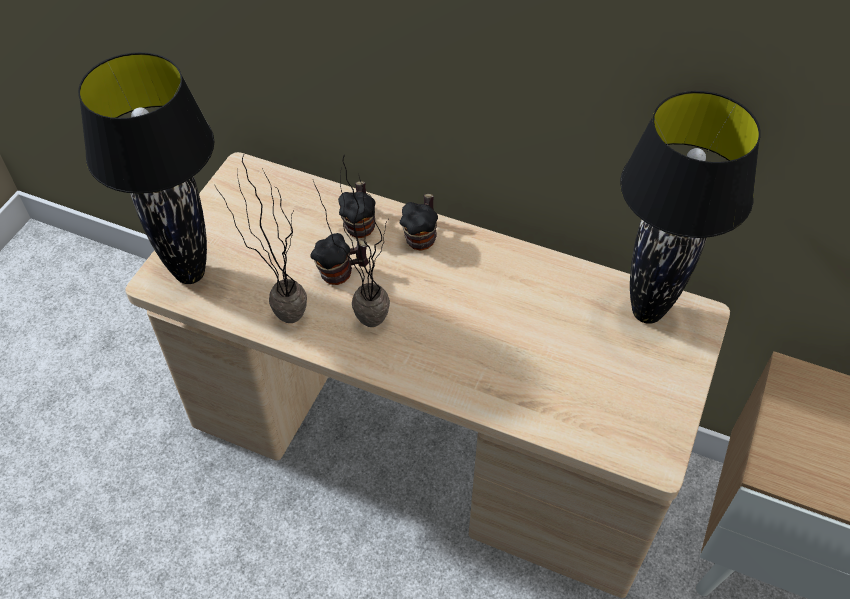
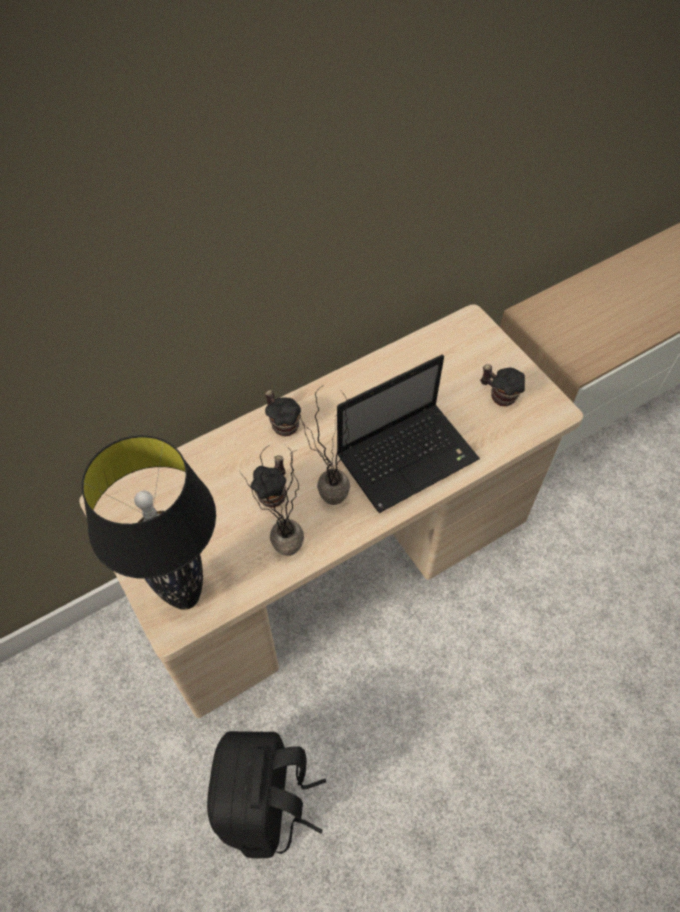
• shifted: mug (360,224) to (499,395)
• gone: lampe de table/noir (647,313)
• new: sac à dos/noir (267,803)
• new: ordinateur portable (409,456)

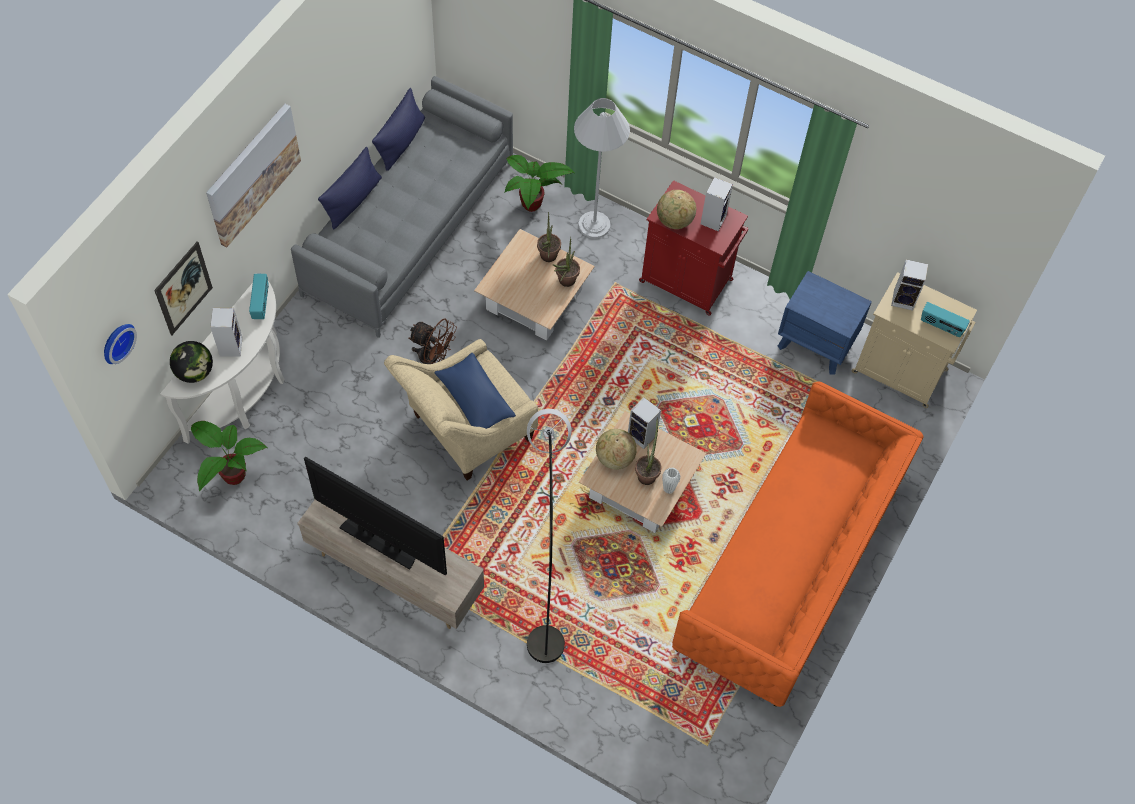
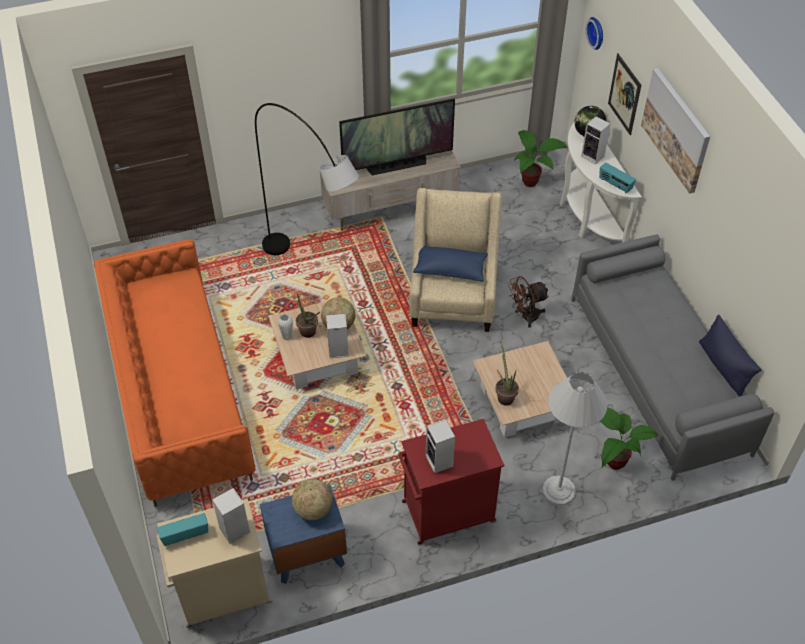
• gone: coussin/bleu (353,200)
• gone: plante en pot (547,258)
• shifted: globe (674,221) to (313,509)

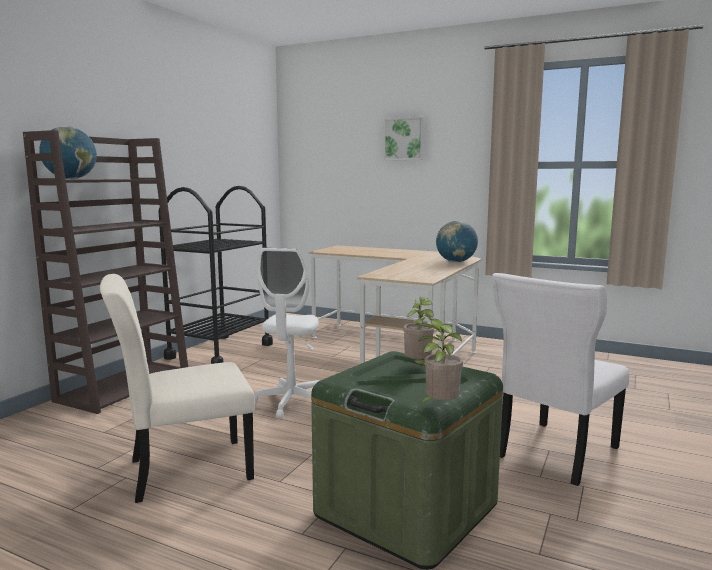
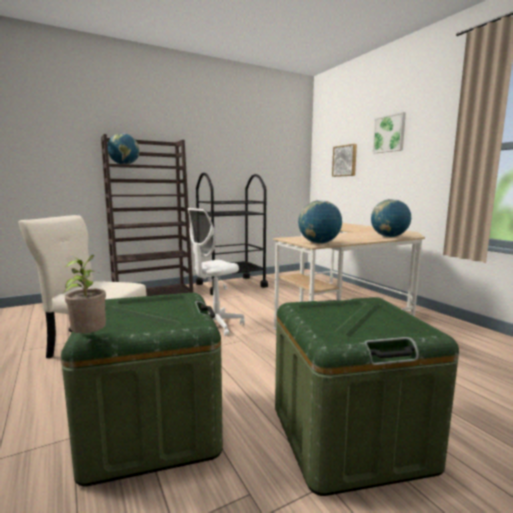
• gone: plante en pot (418,366)
• swapped: chaise/blanc (554,453) to boîte de rangement/vert (349,437)
• new: globe (319,243)
• new: tableau (345,161)

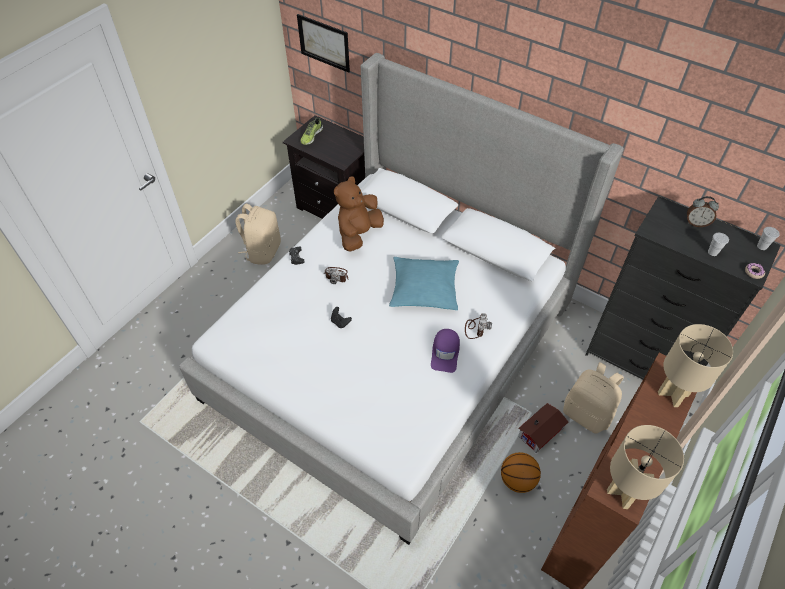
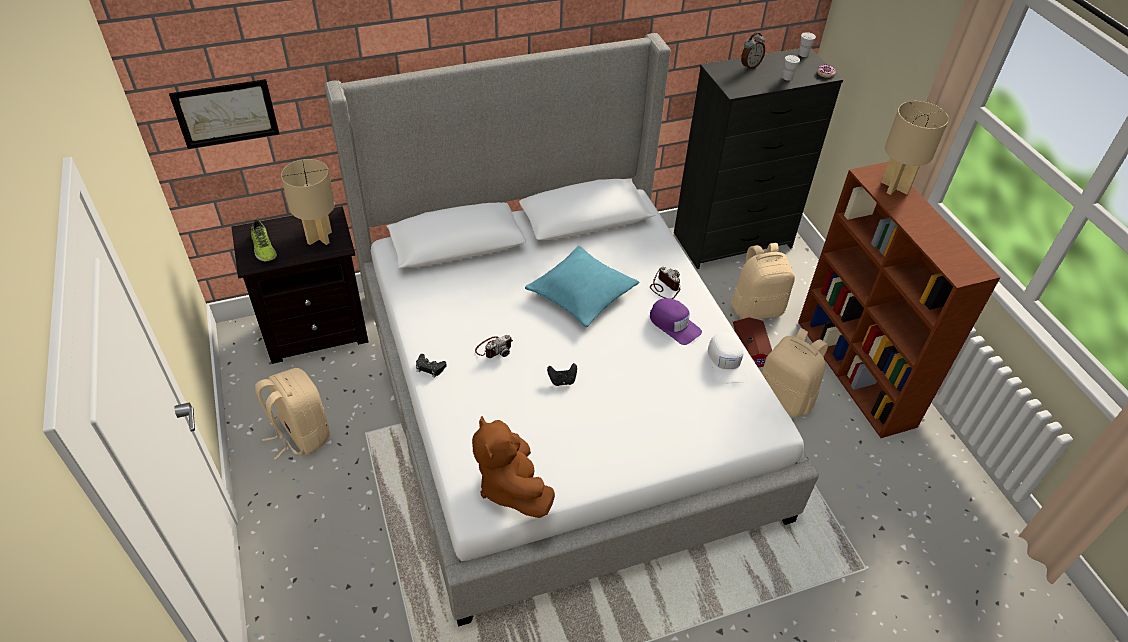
• shifted: peluche/marron (358,234) to (511,486)
• swapped: ballon de basket (517,480) to sac à dos/beige (785,397)
• shifted: lampe de table/beige (623,493) to (320,237)
• new: casquette/blanc (726,362)

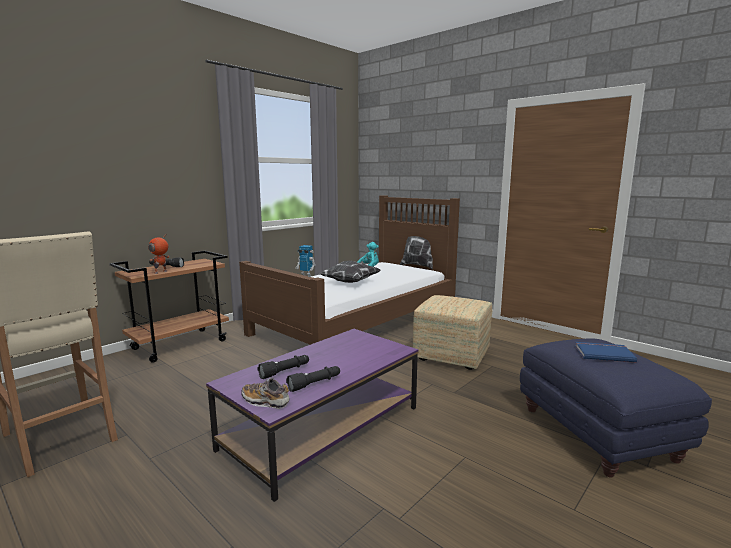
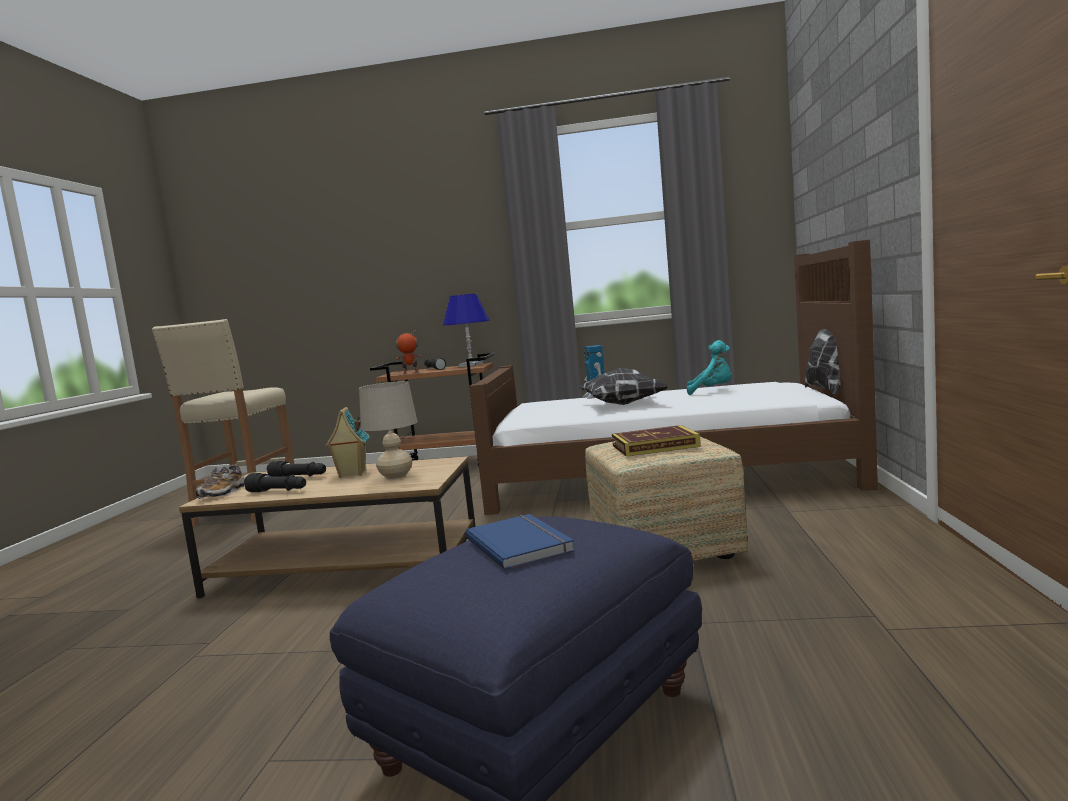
• repainted: table basse/violet (322,427) to table basse/marron (346,565)
• rotated: chaussure (265,401) = (222,493) 150 degrees counterclockwise
• new: maison miniature (351,474)
• new: lampe de table/beige (396,477)
• new: lampe de table/bleu (471,365)
• new: livre (655,446)

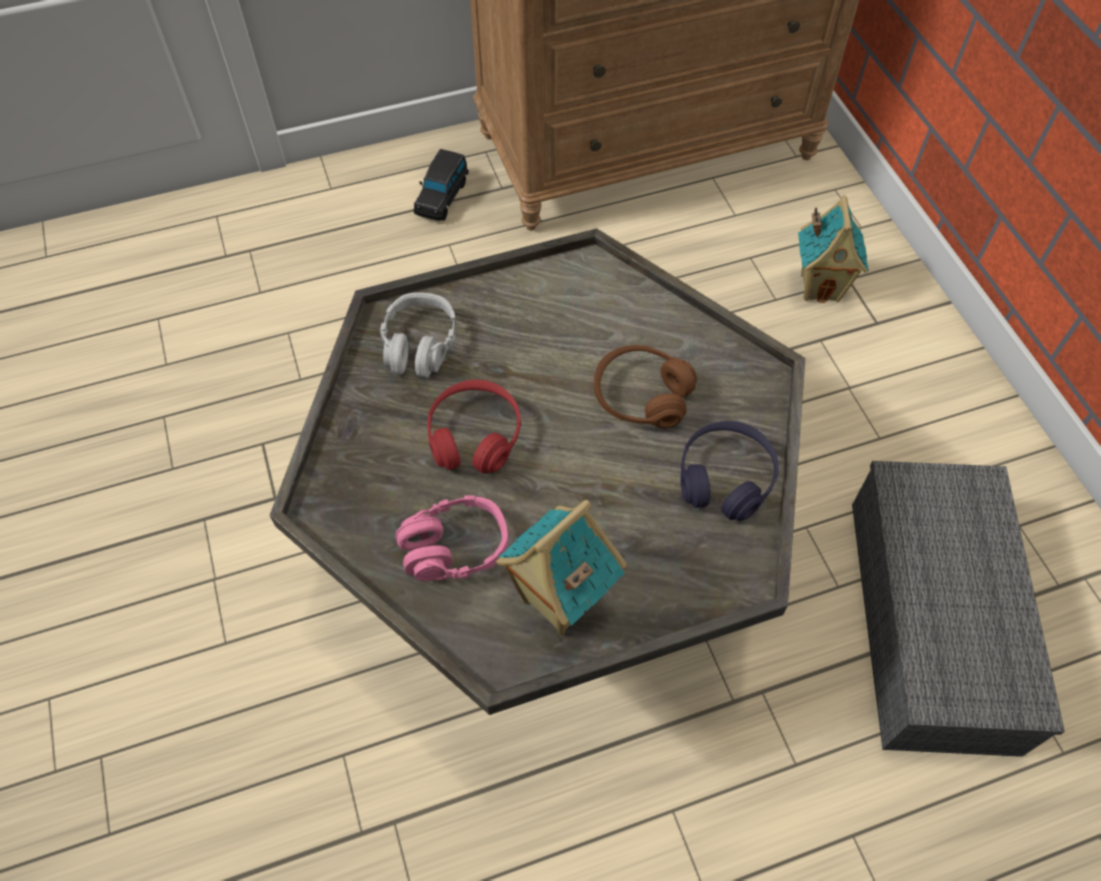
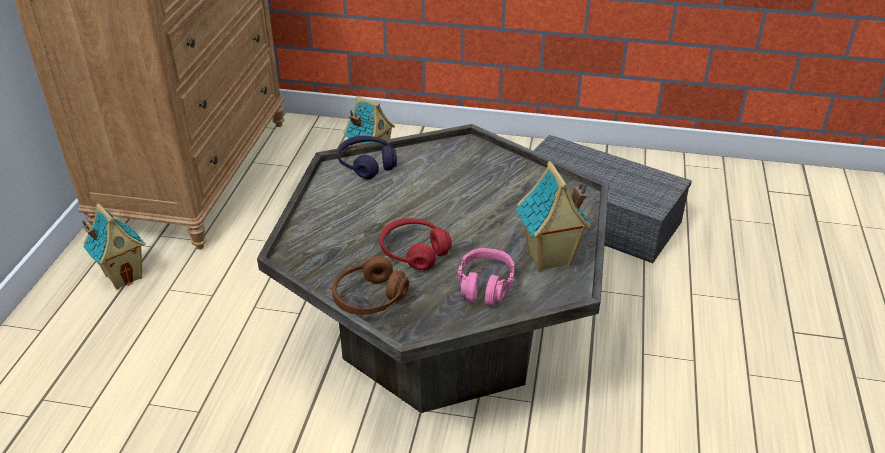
• gone: casque audio/gris (419,345)
• swapped: petite voiture/noir (442,197) to maison miniature (124,276)
• shifted: casque audio/marron (641,396) to (369,298)
• shifted: casque audio/violet (725,478) to (367,164)

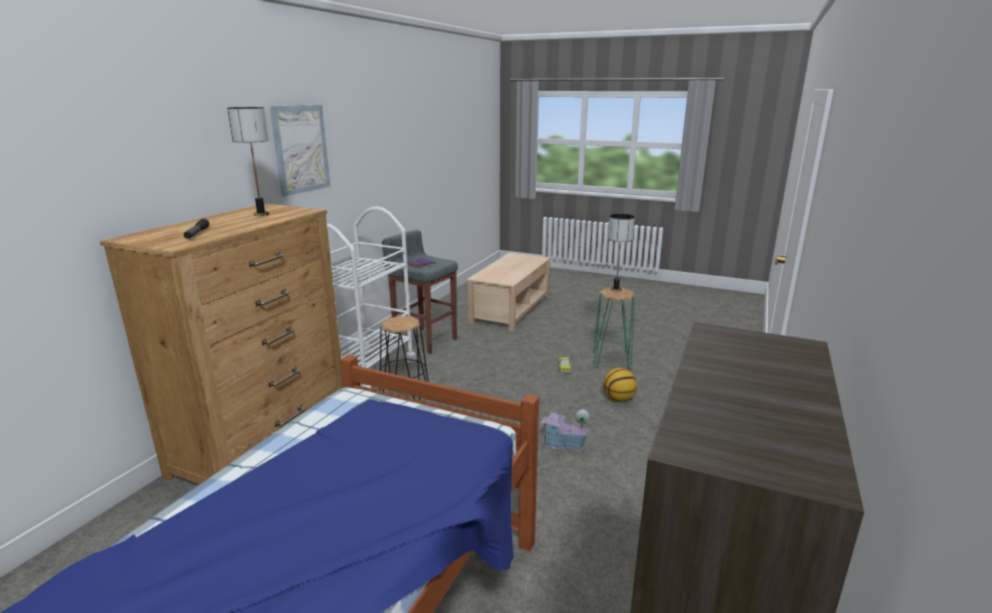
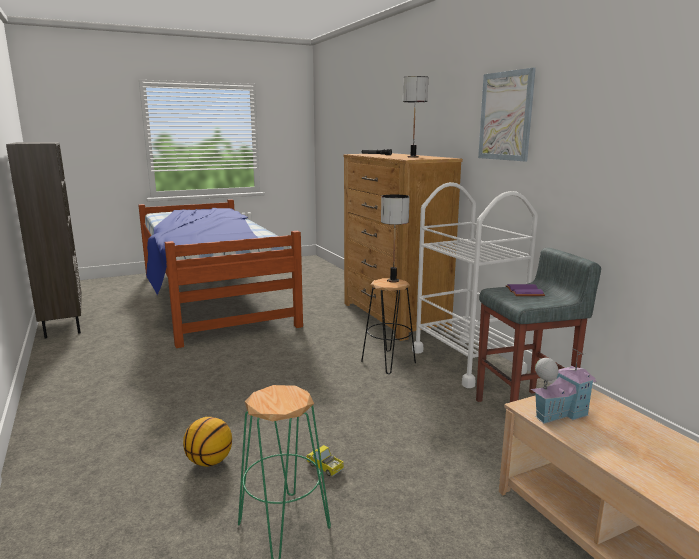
• shifted: maison miniature (563,444) to (559,413)
• shifted: lampe de table (616,289) to (393,281)

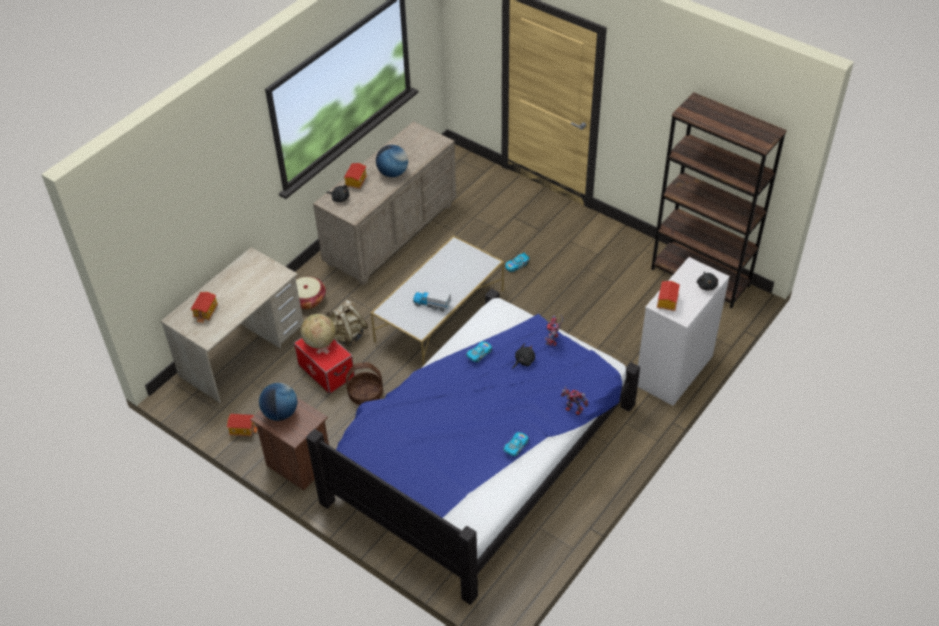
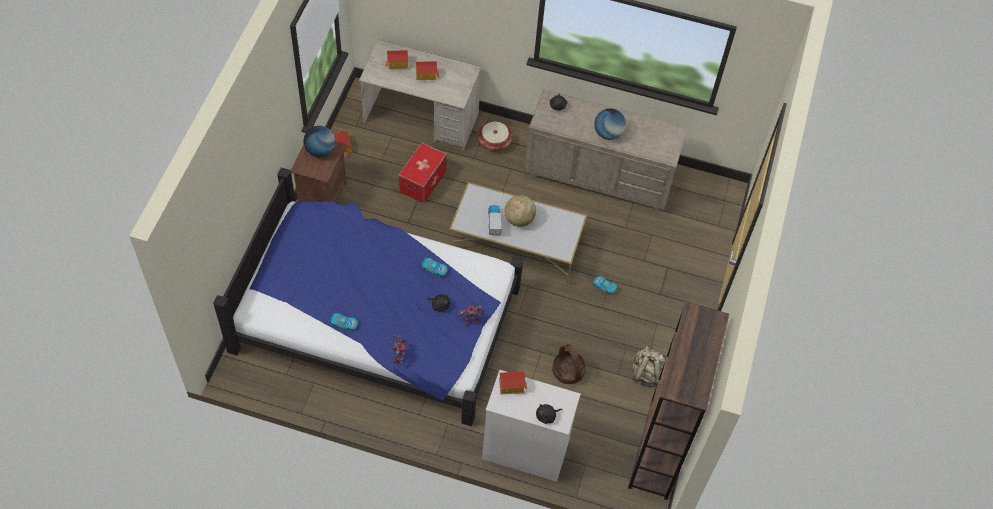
• shifted: globe (319,342) to (519,219)
• shifted: sac à dos/beige (346,335) to (647,374)
• shifted: maison miniature (356,182) to (426,75)
• shifted: panier (365,394) to (567,371)

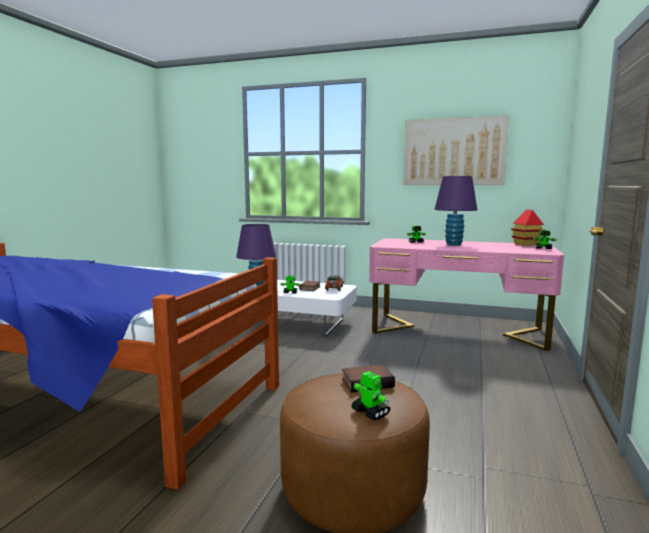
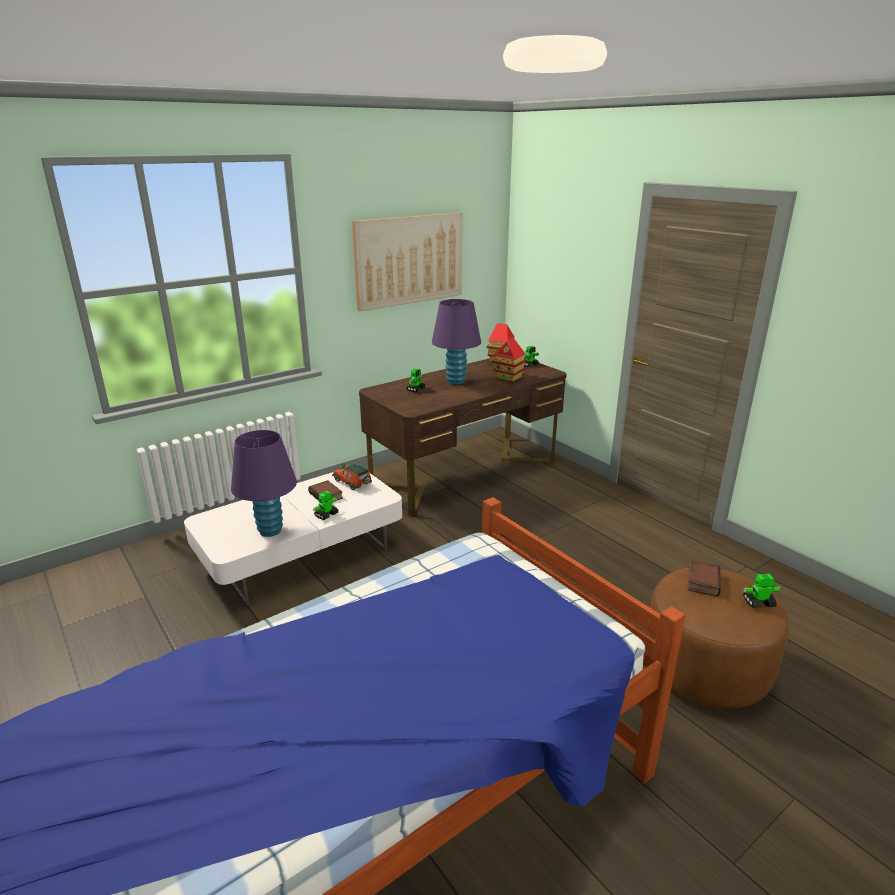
• repainted: bureau/rose (457,331) to bureau/marron (465,473)
• new: maison miniature (508,377)

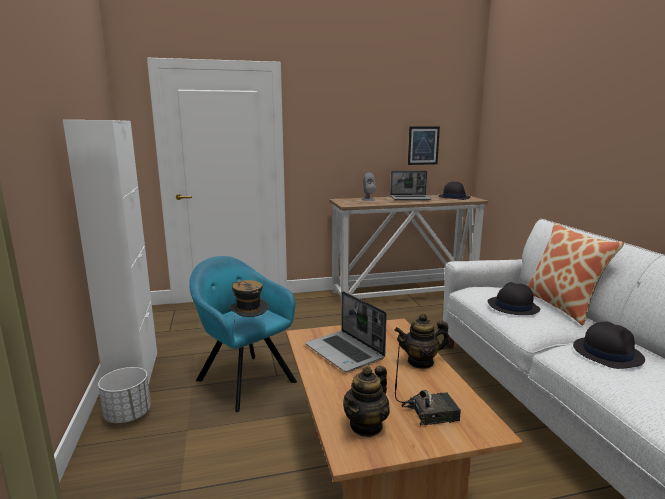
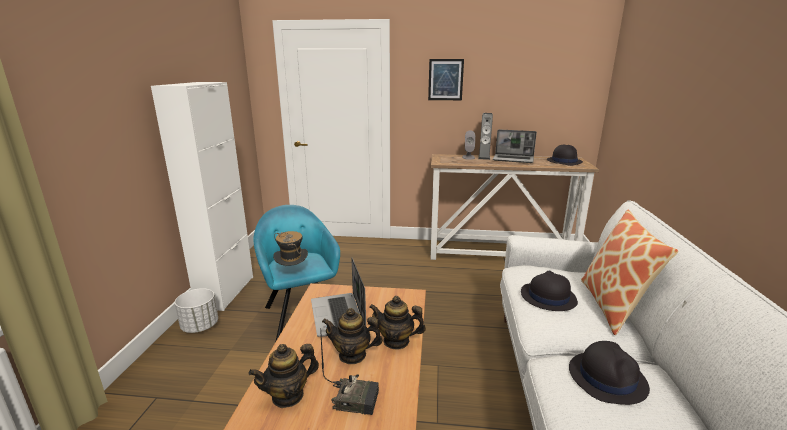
• shifted: tableau (423,145) to (445,79)
• new: théière (352,355)
• new: enceinte (484,157)

